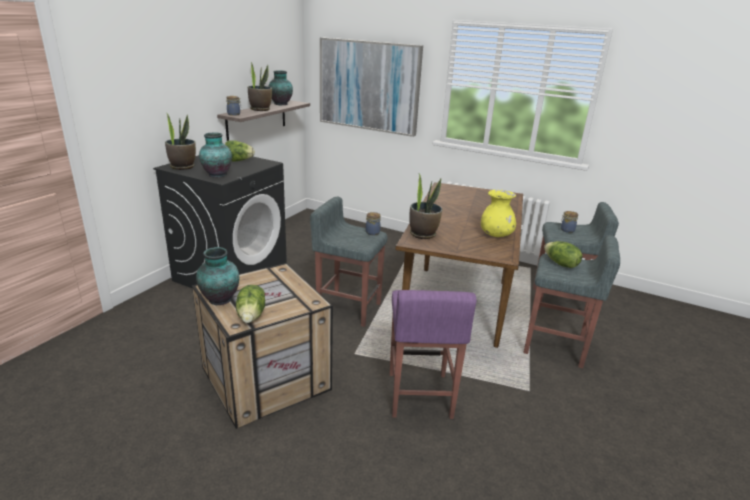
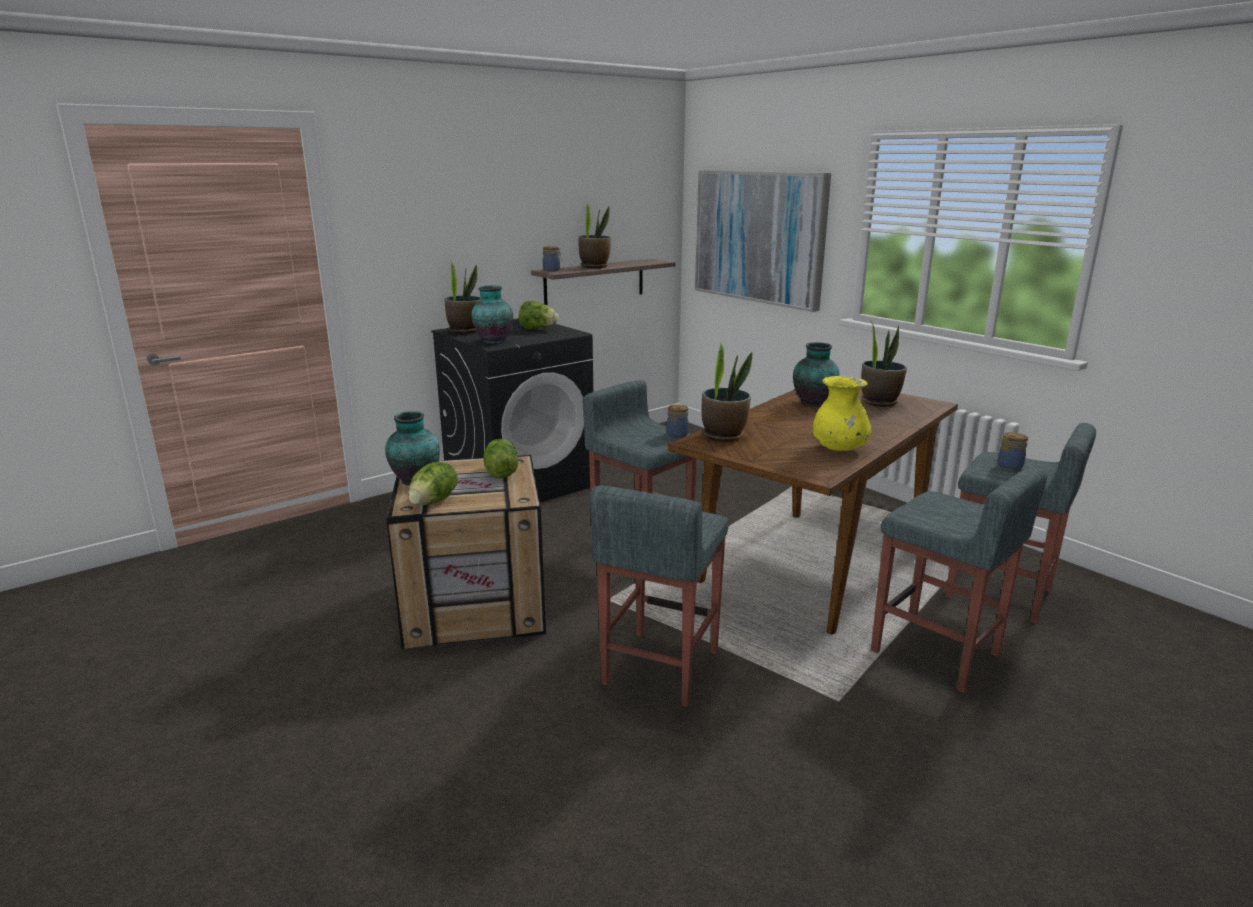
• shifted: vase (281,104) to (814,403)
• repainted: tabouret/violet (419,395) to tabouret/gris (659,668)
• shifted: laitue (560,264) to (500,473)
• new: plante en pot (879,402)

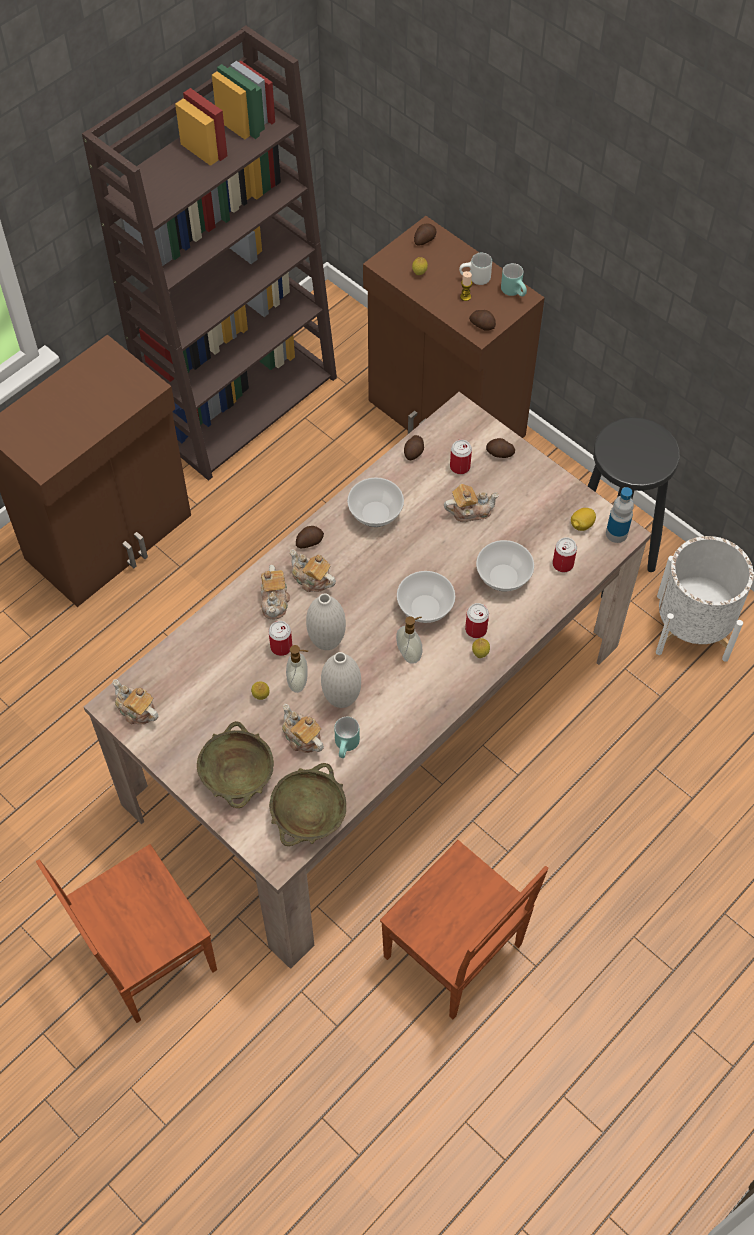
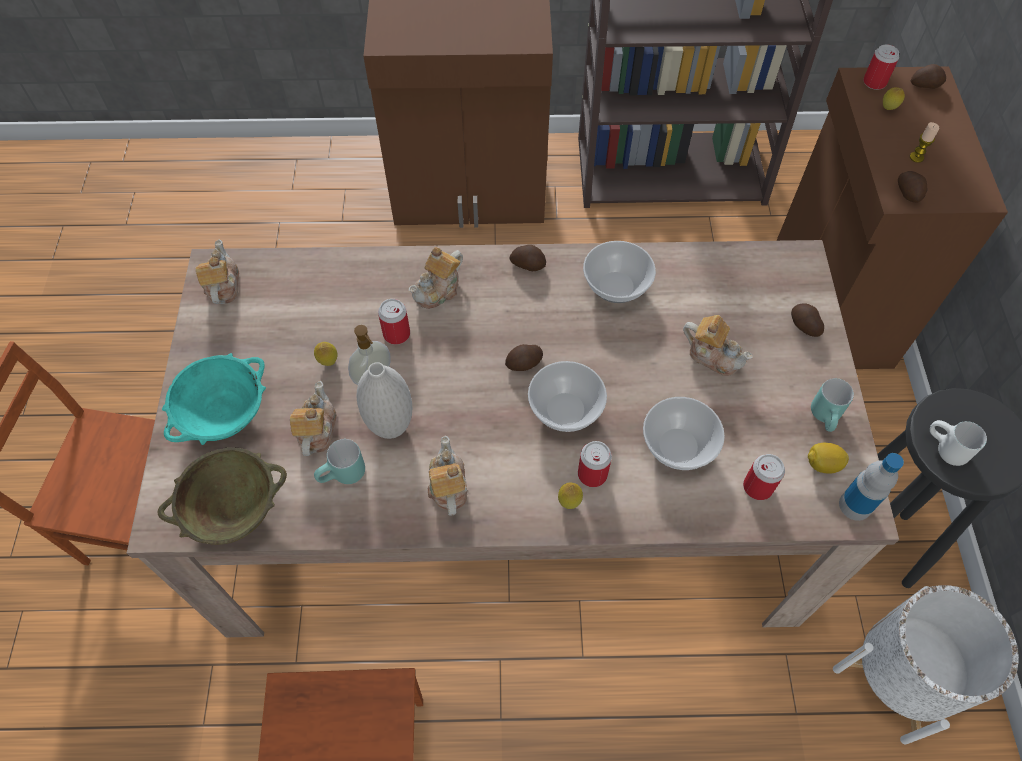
• repainted: bol/beige (237,776) to bol/turquoise (225,414)
• shifted: théière (311,579) to (448,487)
• gone: vase/blanc (327,642)
• gone: distributeur de savon (409,653)
• shifted: pomme de terre (414,452) to (524,363)
• shifted: boîte métallique (460,466) to (874,82)
• shifted: mug/blanc (475,280) to (944,450)
• shifted: mug/turquoise (515,292) to (827,418)

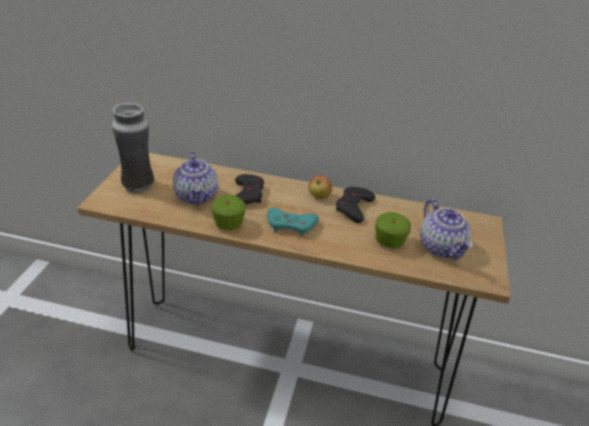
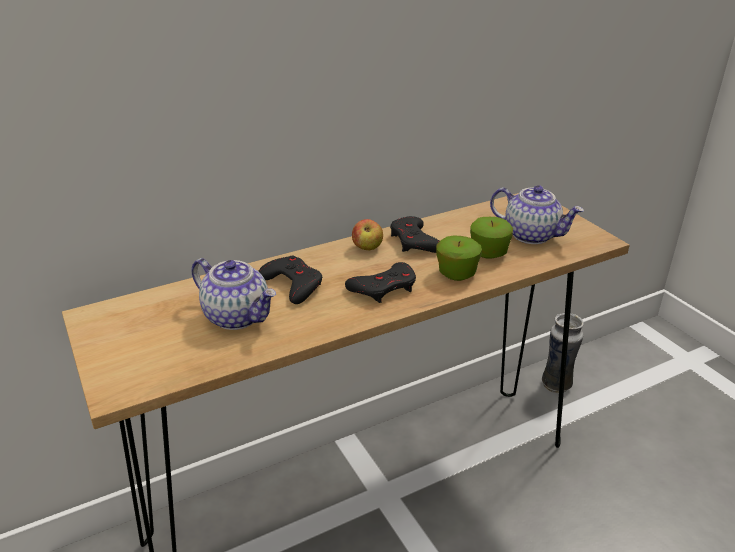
• shifted: vase (139,185) to (556,384)
• shifted: pomme (229,224) to (456,274)
• repainted: manette/turquoise (291,225) to manette/noir (384,288)

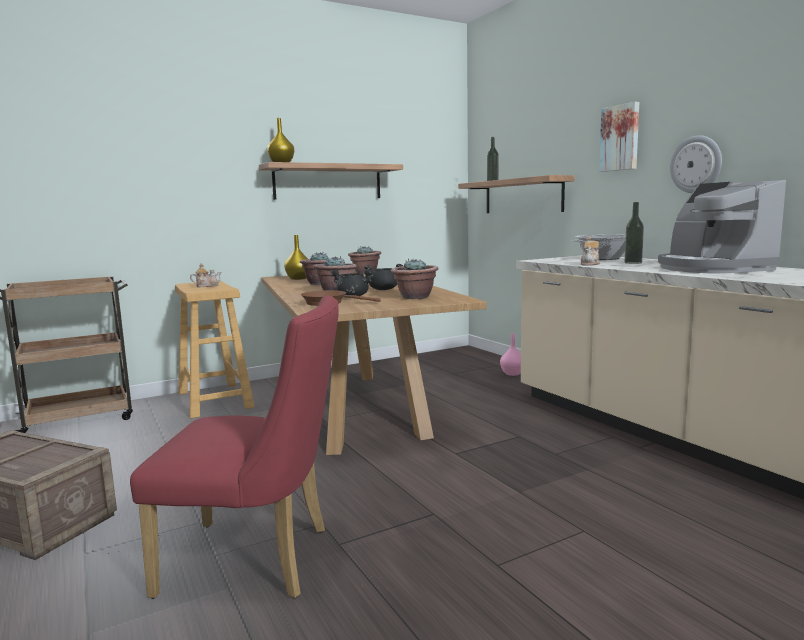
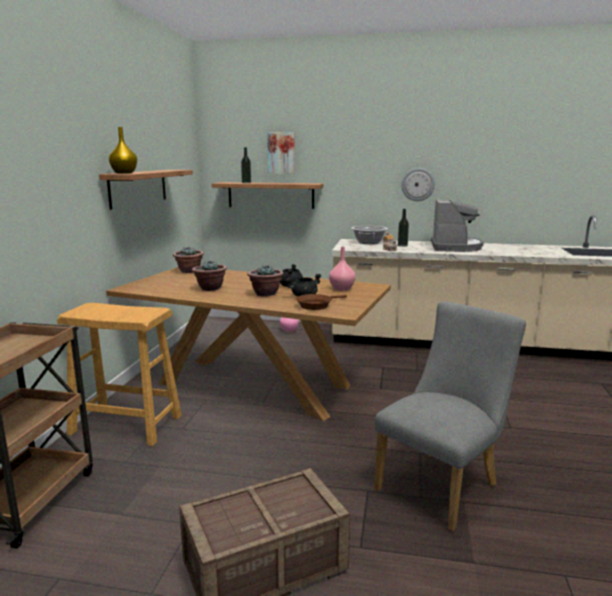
• repainted: chaise/rouge (259,560) to chaise/gris (442,484)
• gone: théière (207,286)
• gone: vase/jaune (299,278)
• swapped: plante en pot (415,297) to vase/rose (342,289)
• shifted: tableau (620,138) to (281,153)
• rotated: machine à café (711,268) = (455,247) 105 degrees counterclockwise

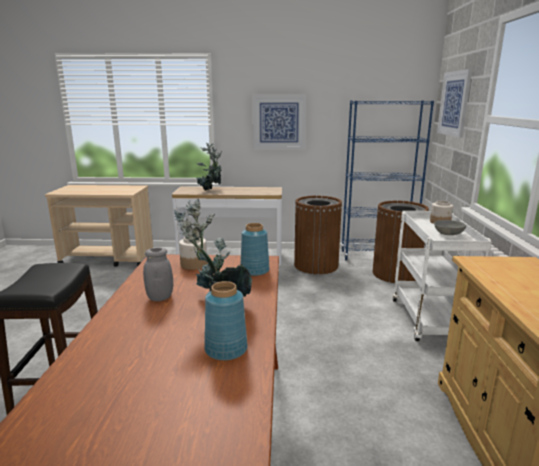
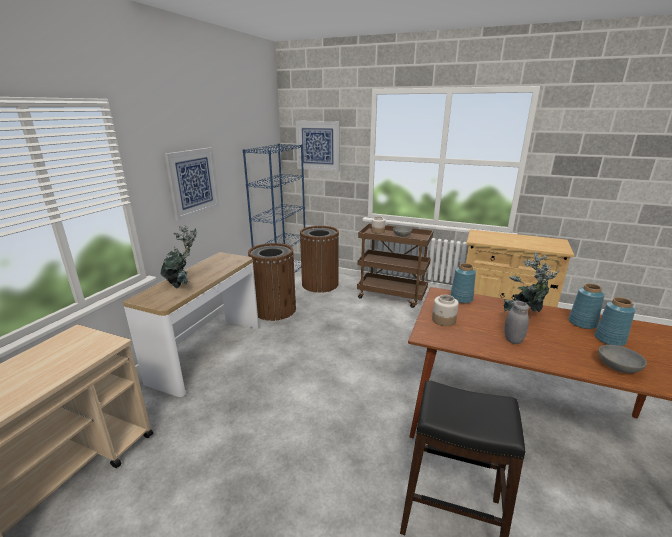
• repainted: chariot/blanc (430,321) to chariot/marron (392,295)
• new: vase/bleu (609,339)
• new: bol/gris (618,367)

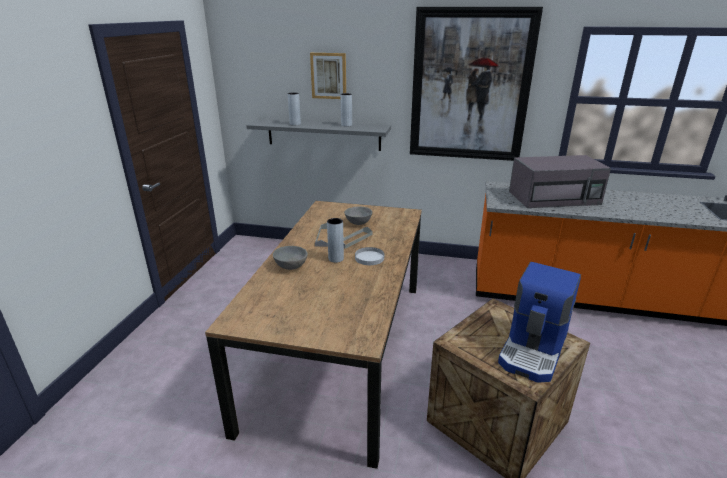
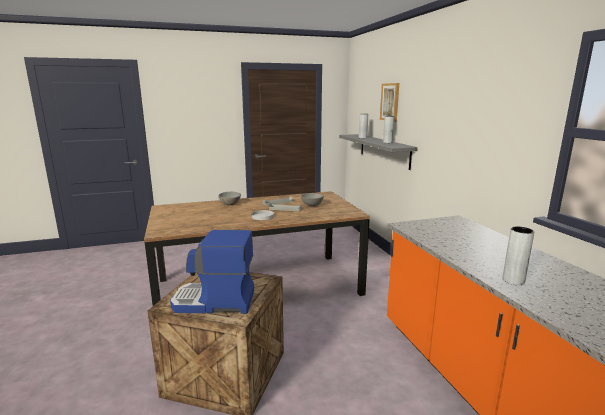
• shifted: vase/gris (336,259) to (513,280)
• gone: tableau (470,86)
• gone: micro-ondes/gris (555,198)

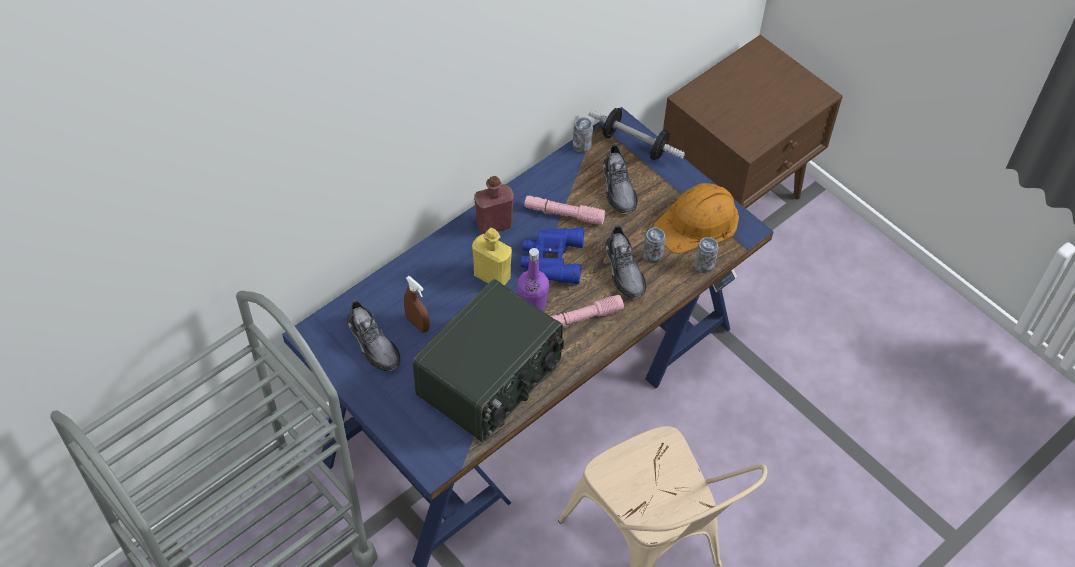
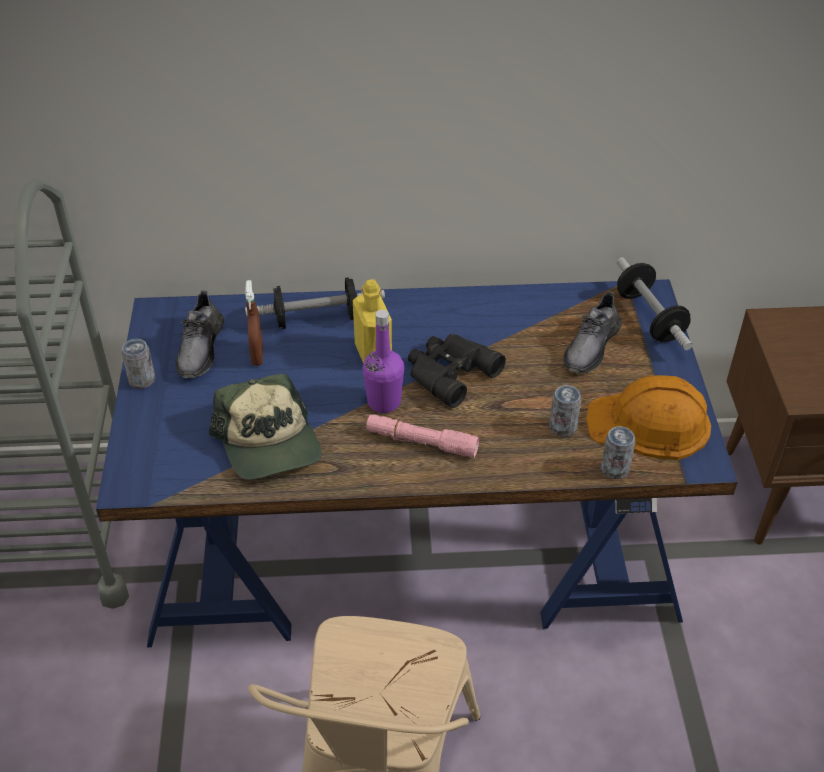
• swapped: radio (491,380) to casquette (269,443)
• gone: bouteille/rouge (494,225)
• repainted: jumelles/bleu (551,259) to jumelles/noir (448,372)
• gone: lampe de poche/rose (563,214)
• shifted: boîte métallique (582,146) to (142,380)
• gone: chaussure/gris (624,270)
• new: haltère (316,319)

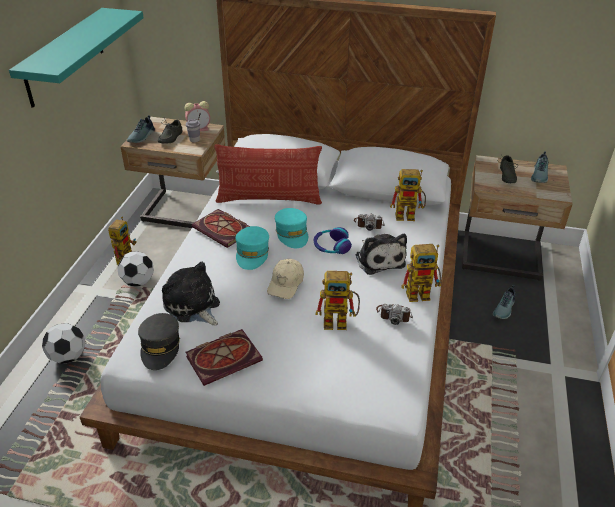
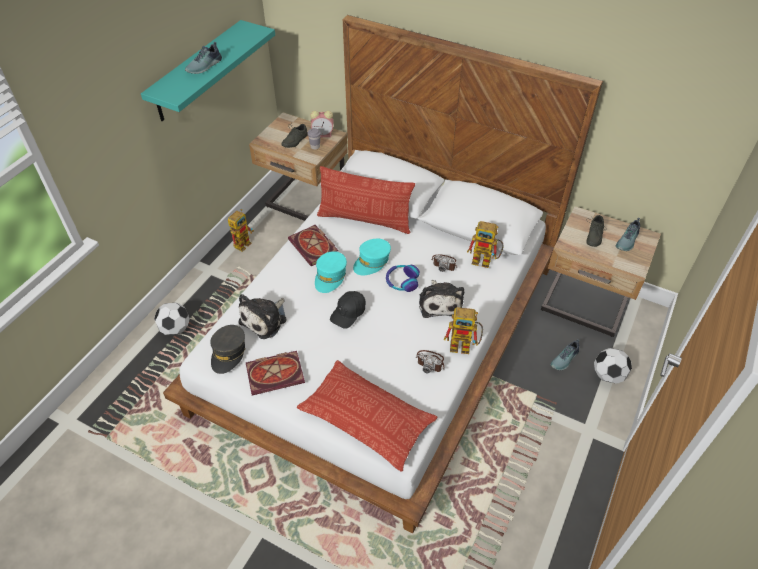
• shifted: ballon de foot (138,282) to (608,375)
• shifted: chaussure (142,136) to (205,66)
• rotated: peluche (193,306) = (265,319) 120 degrees counterclockwise
• repainted: casquette/beige (286,283) to casquette/noir (348,312)
• rotated: casquette/turquoise (292,233) = (372,261) 45 degrees clockwise
• gone: robot jouet (340,322)
• new: coussin (367,418)

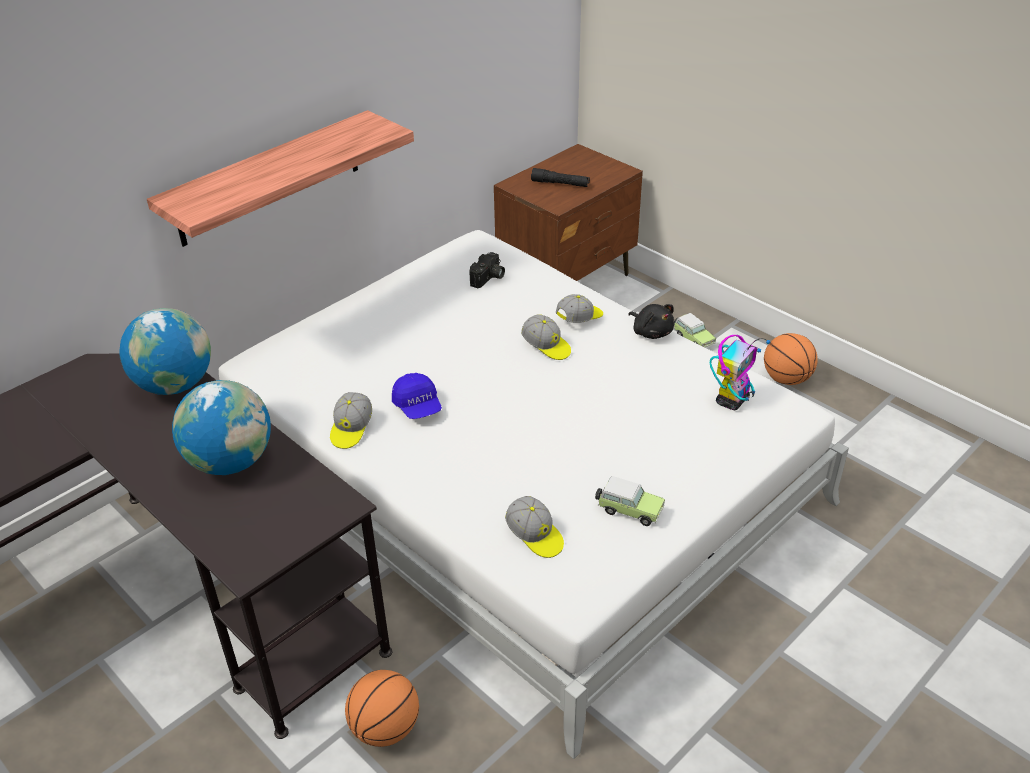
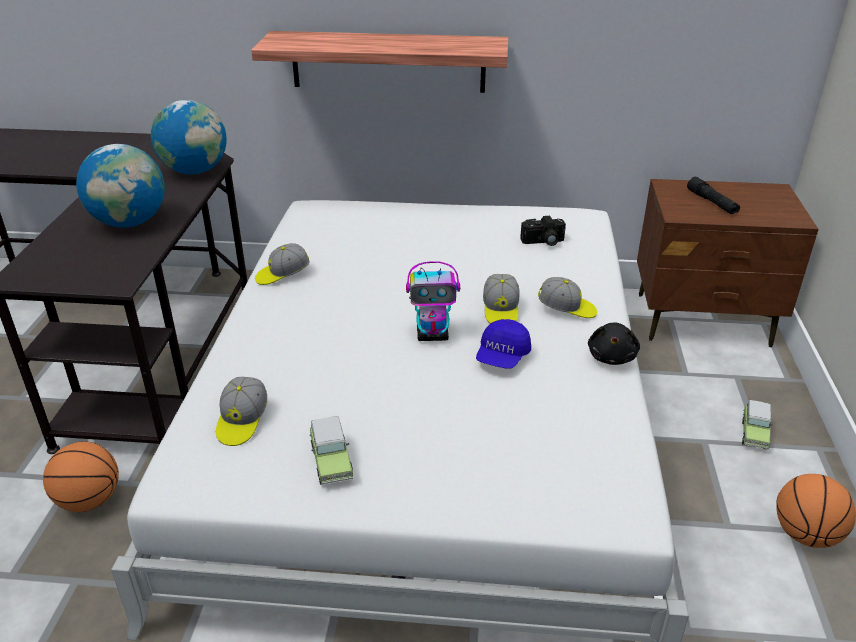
• shifted: casquette/bleu (418,406) to (502,357)
• shifted: robot jouet (732,400) to (433,335)

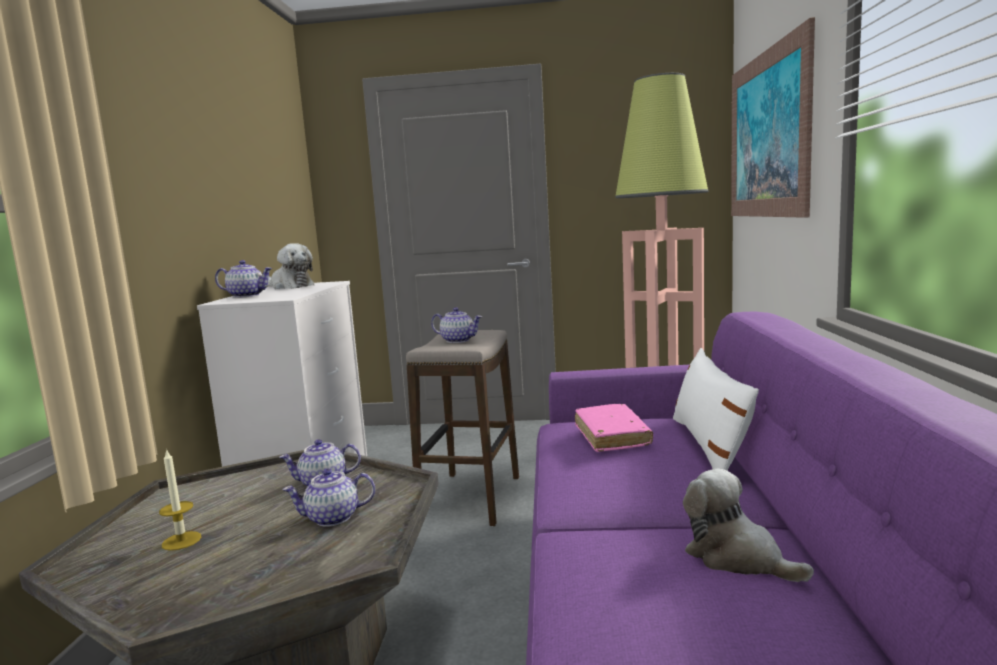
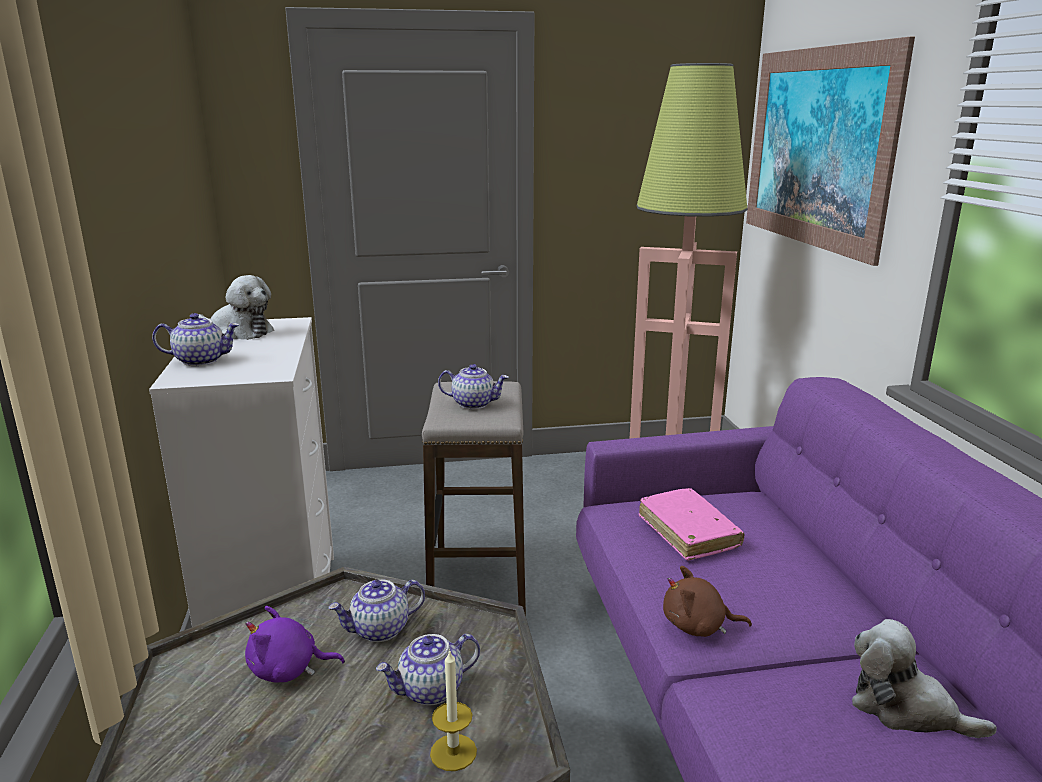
• shifted: bougie (181,541) to (453,752)
• gone: coussin/blanc (710,447)
• new: peluche/violet (288,670)
• new: peluche/marron (698,626)

